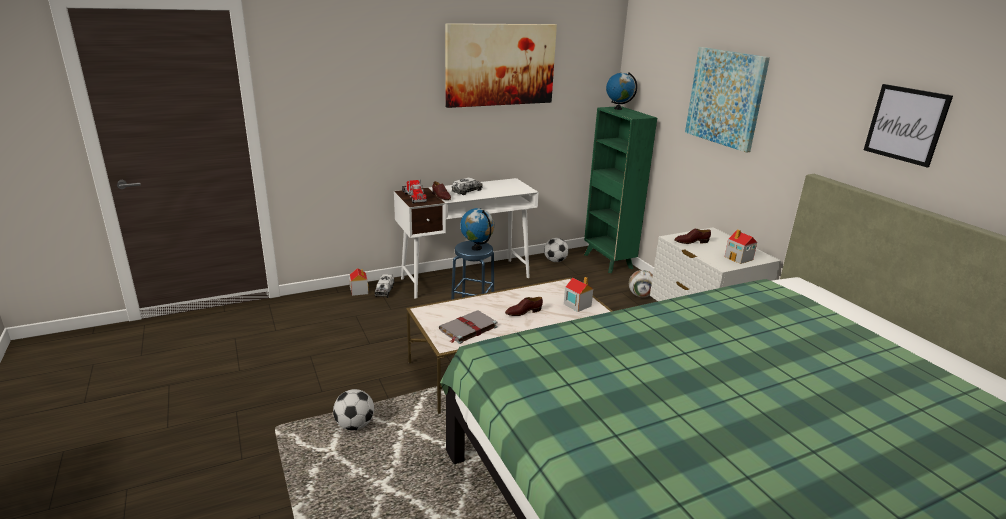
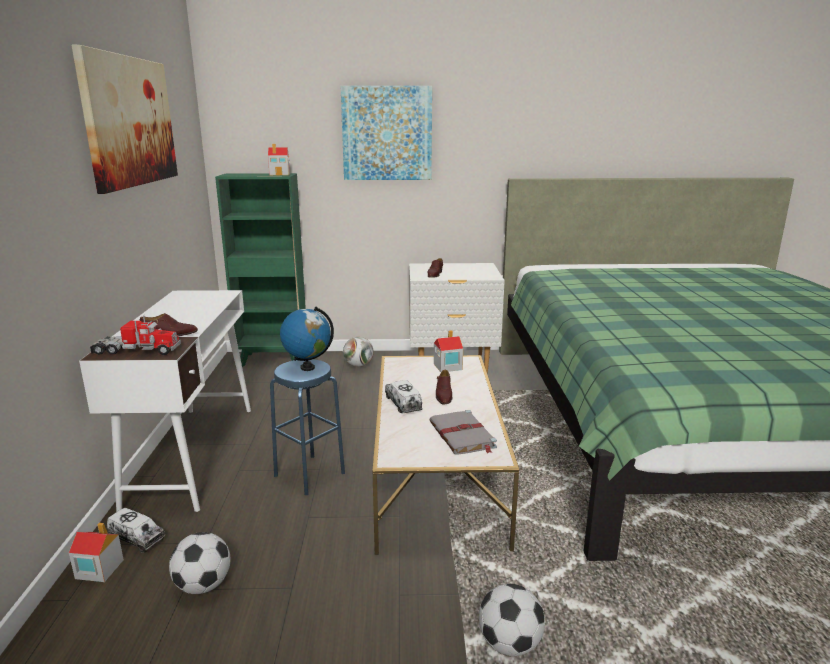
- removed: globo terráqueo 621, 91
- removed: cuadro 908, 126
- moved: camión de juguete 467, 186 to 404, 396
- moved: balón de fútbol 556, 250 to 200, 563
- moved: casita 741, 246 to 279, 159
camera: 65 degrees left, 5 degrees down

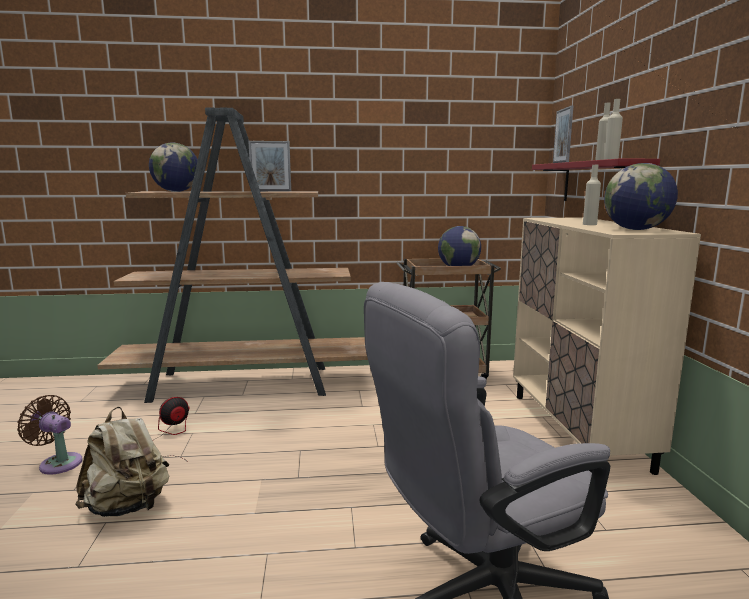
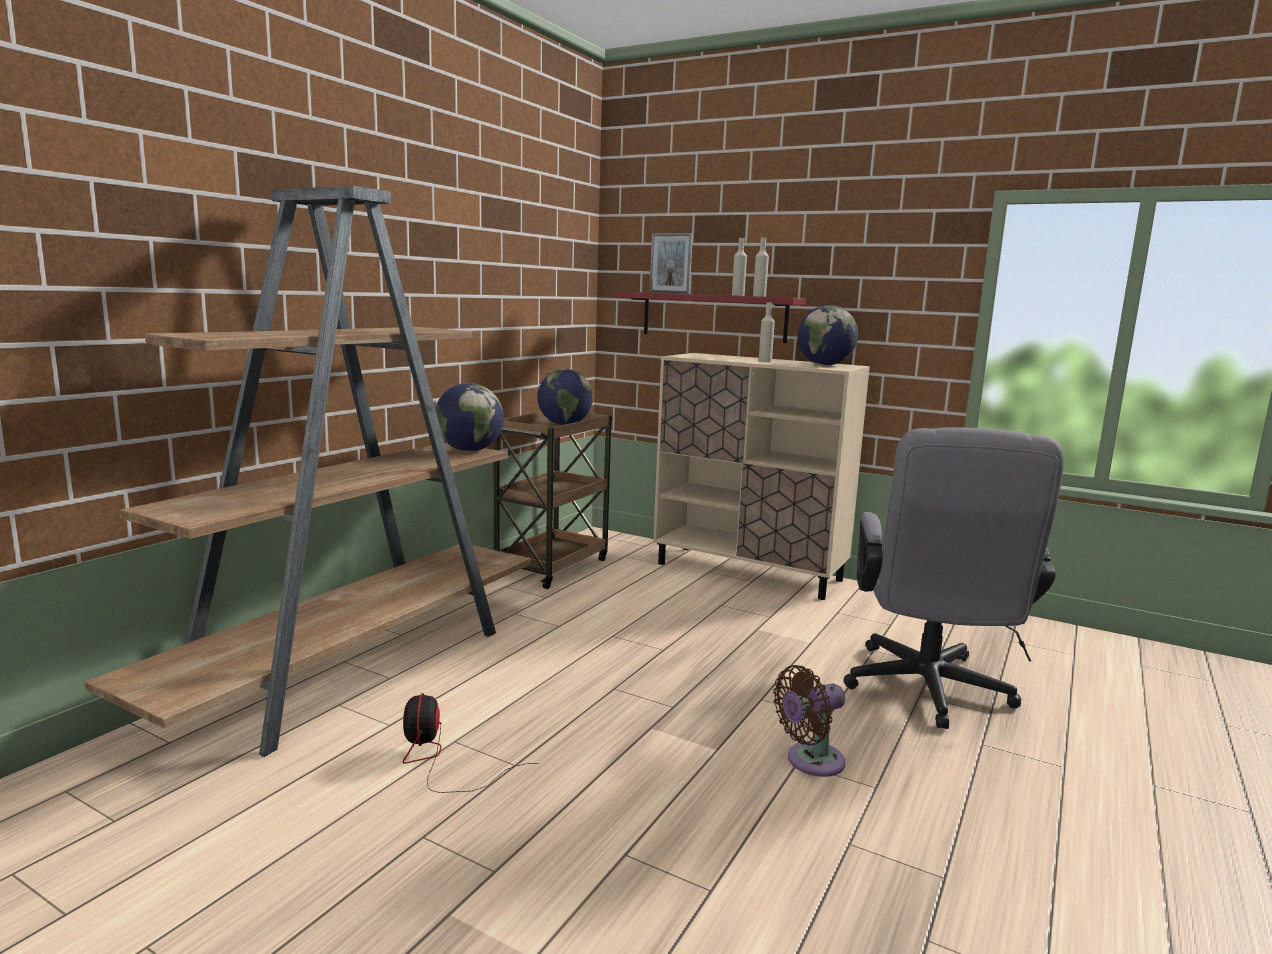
- removed: mochila [beis] 122, 462
- removed: portarretratos 269, 166
- moved: ventilador [marrón] 50, 435 to 809, 721
- moved: globo terráqueo 173, 167 to 469, 417
camera: 55 degrees left, 0 degrees up

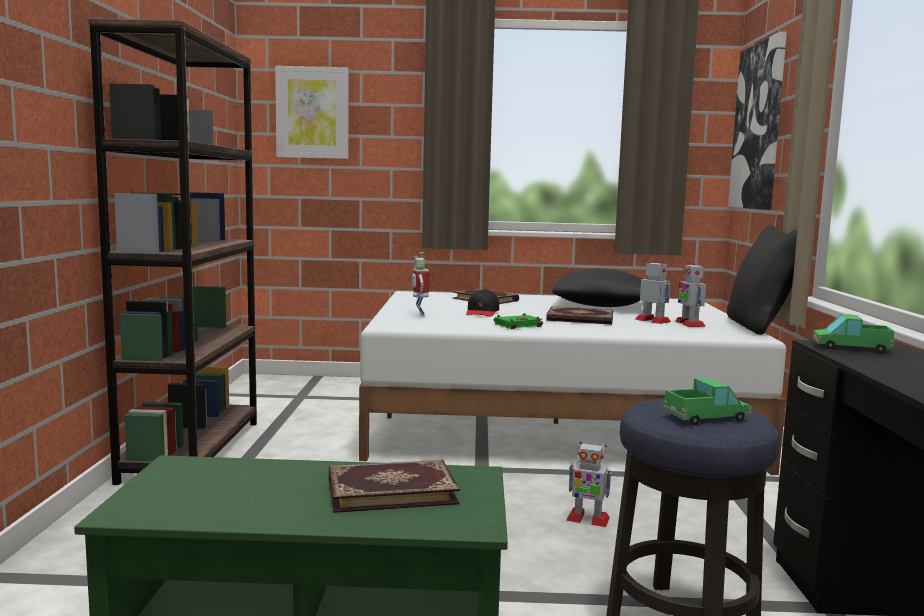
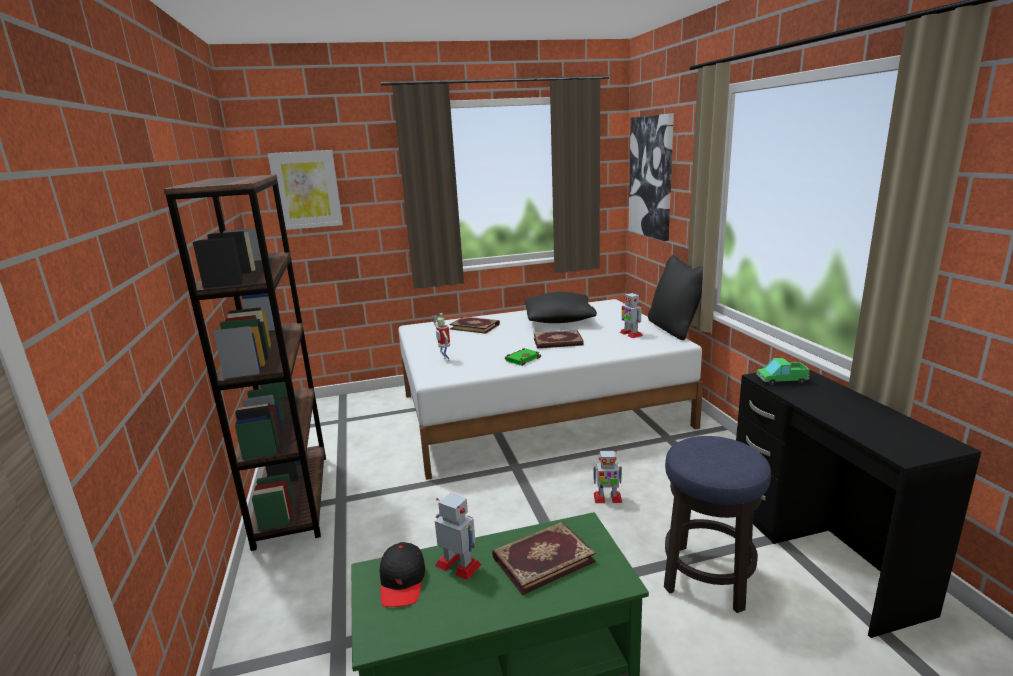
- removed: camión de juguete 707, 402
- moved: gorra [negro] 482, 303 to 402, 574
- moved: robot de juguete 653, 292 to 458, 536
camera: 15 degrees left, 10 degrees up

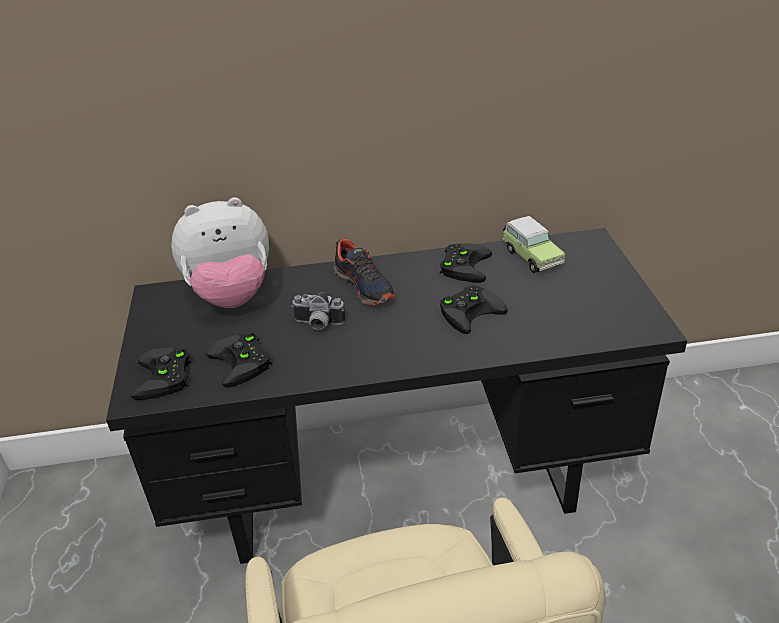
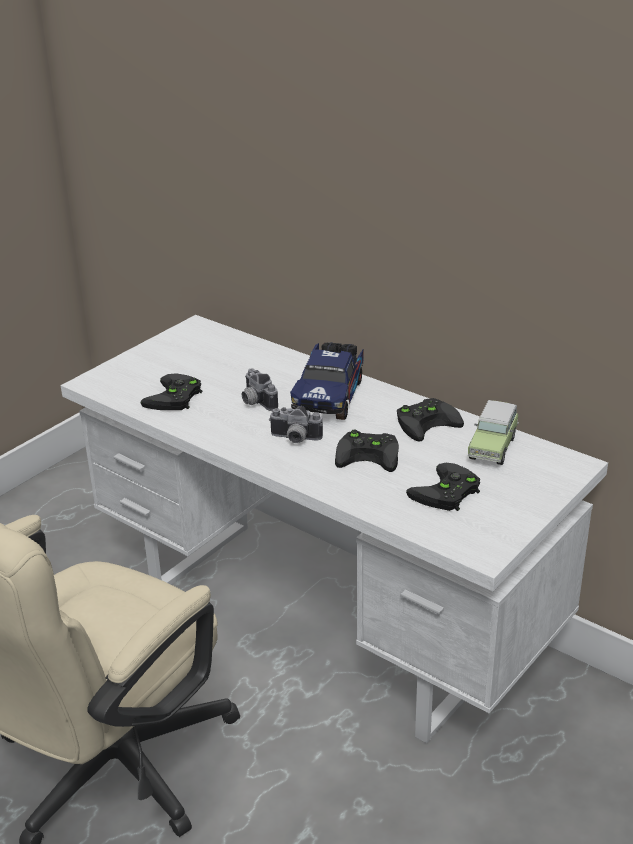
- removed: peluche 220, 252
- added: cámara 296, 424
- moved: mando de consola [negro] 161, 374 to 443, 487
- replaced: zapato 364, 272 to camión de juguete 327, 381
- recoloured: escritorio [negro] 396, 396 to escritorio [blanco] 334, 529
camera: 45 degrees right, 5 degrees down

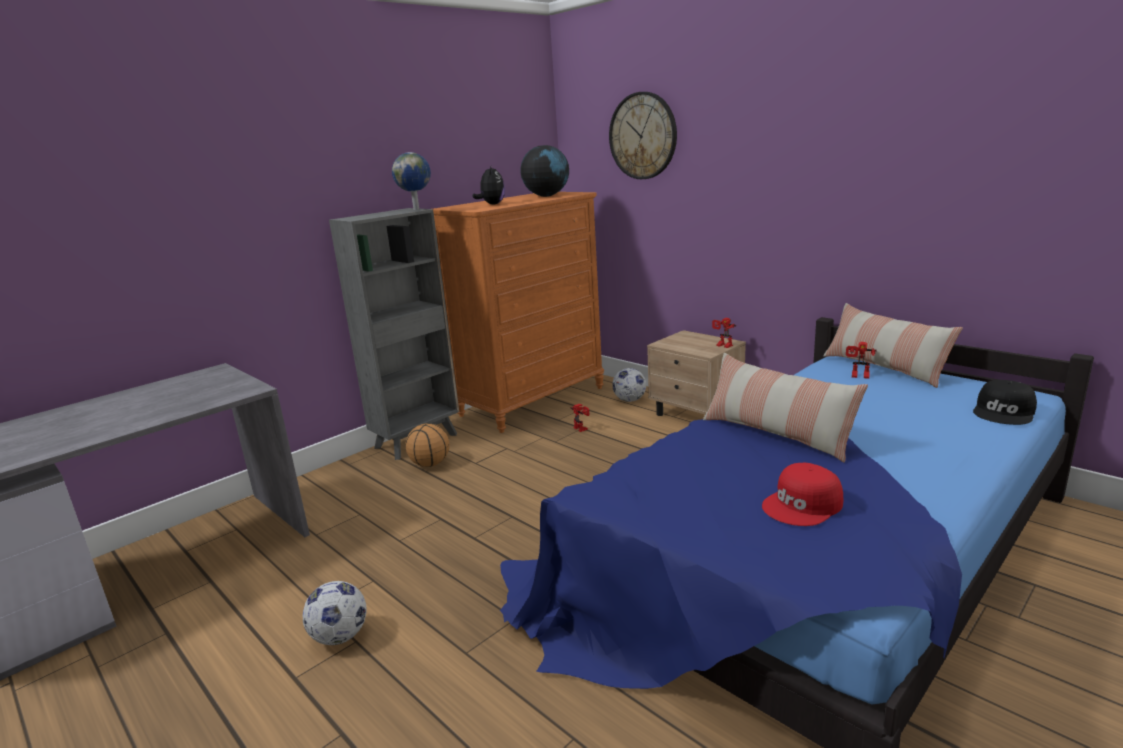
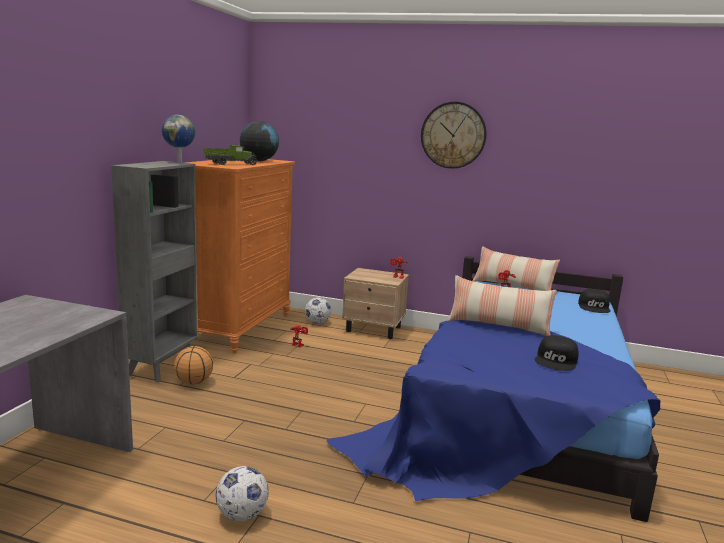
- moved: reloj de pared 643, 135 to 453, 135
- replaced: peluche 489, 185 to camión de juguete 231, 155
- recoloured: gorra [rojo] 802, 494 to gorra [negro] 557, 353
camera: 30 degrees left, 5 degrees down

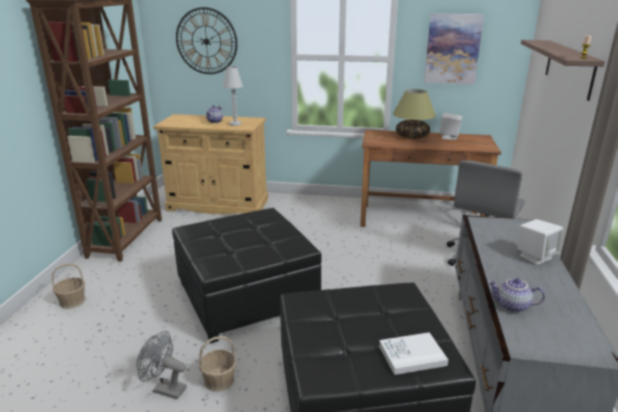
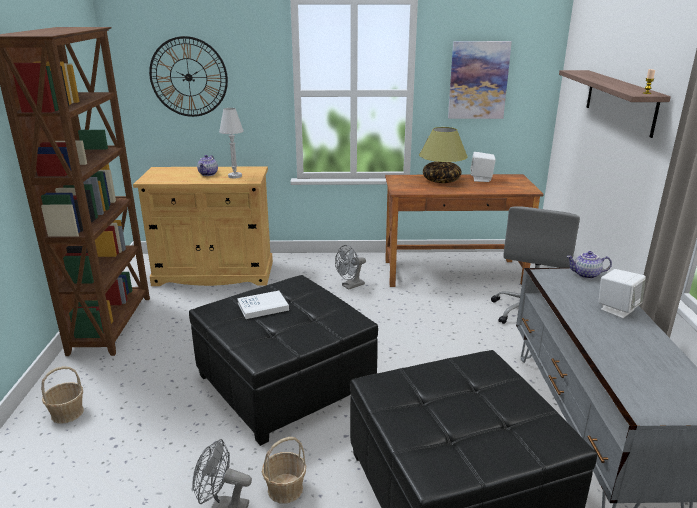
- added: ventilador [gris] 350, 267
- moved: libro [blanco] 413, 353 to 263, 305
- moved: tetera 516, 295 to 589, 265
camera: 10 degrees left, 0 degrees up

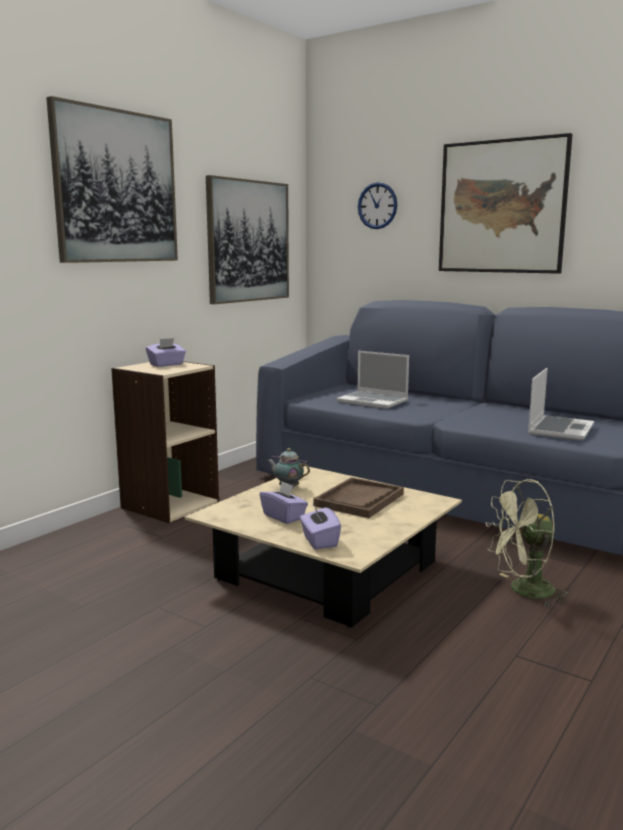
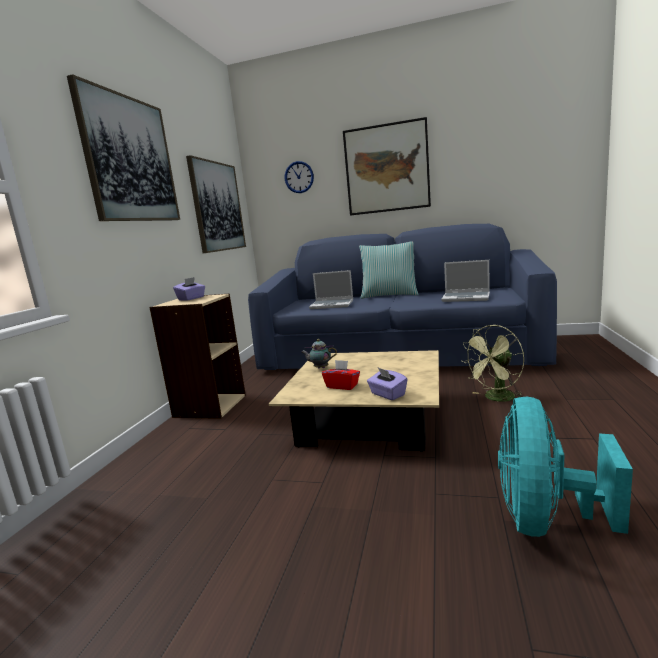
- removed: bandeja [marrón] 358, 497
- added: cojín 389, 270
- added: ventilador [turquesa] 565, 467
- recoloured: caja de pañuelos [morado] 284, 502 to caja de pañuelos [rojo] 341, 375
- turned: portátil 561, 404 = 465, 281 105 degrees clockwise
camera: 20 degrees left, 0 degrees up

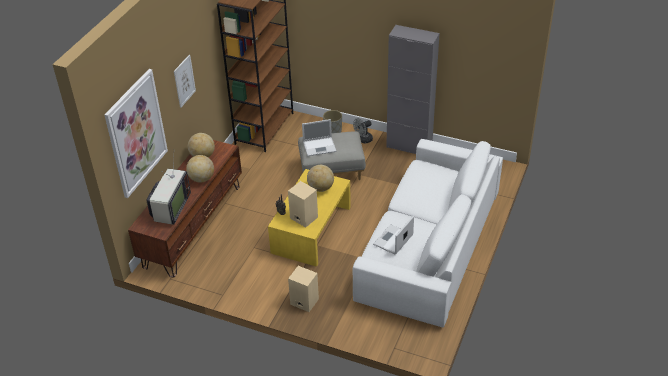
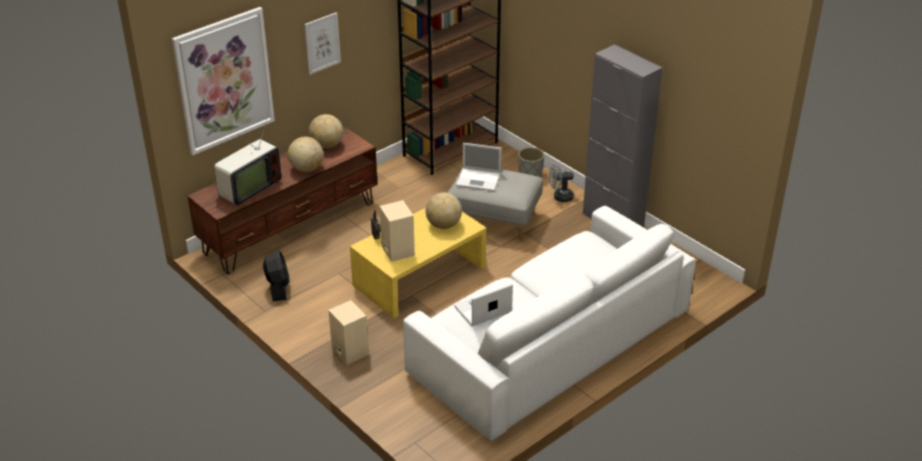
- added: ventilador [negro] 276, 276
camera: 25 degrees right, 5 degrees down

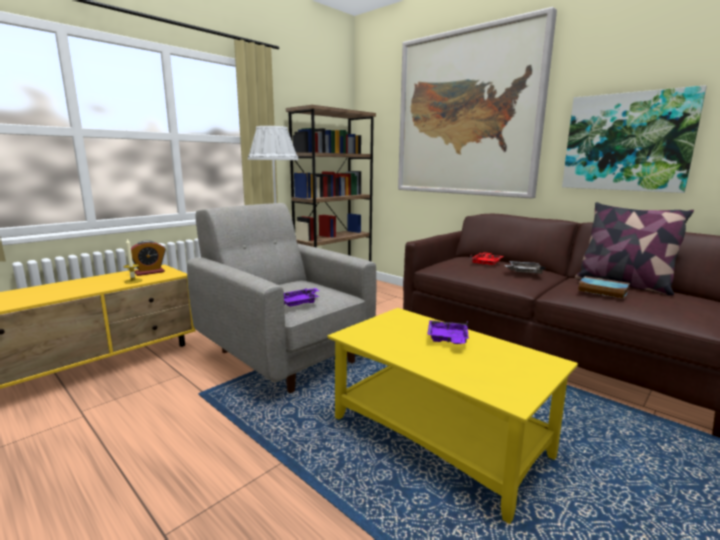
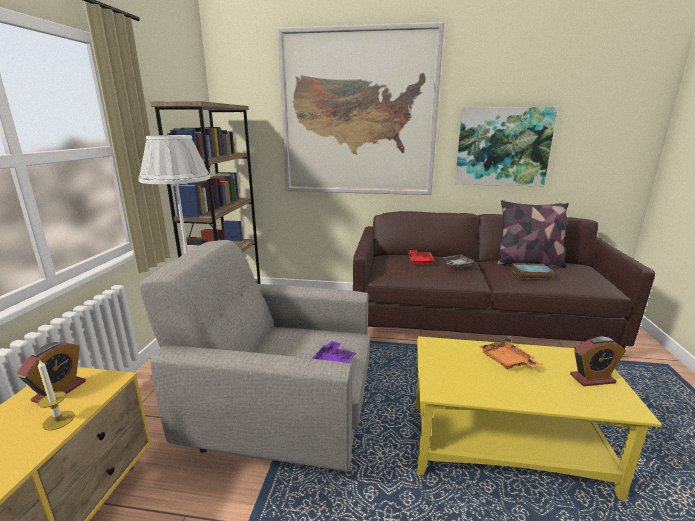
- added: despertador 598, 361
- recoloured: bandeja [morado] 448, 332 to bandeja [naranja] 510, 353
camera: 35 degrees left, 5 degrees up

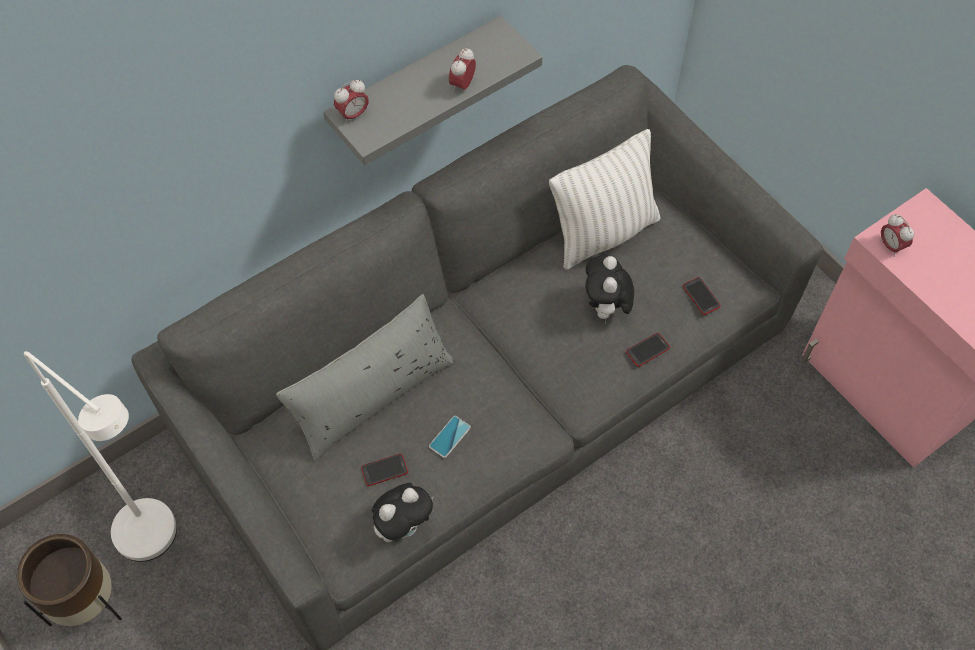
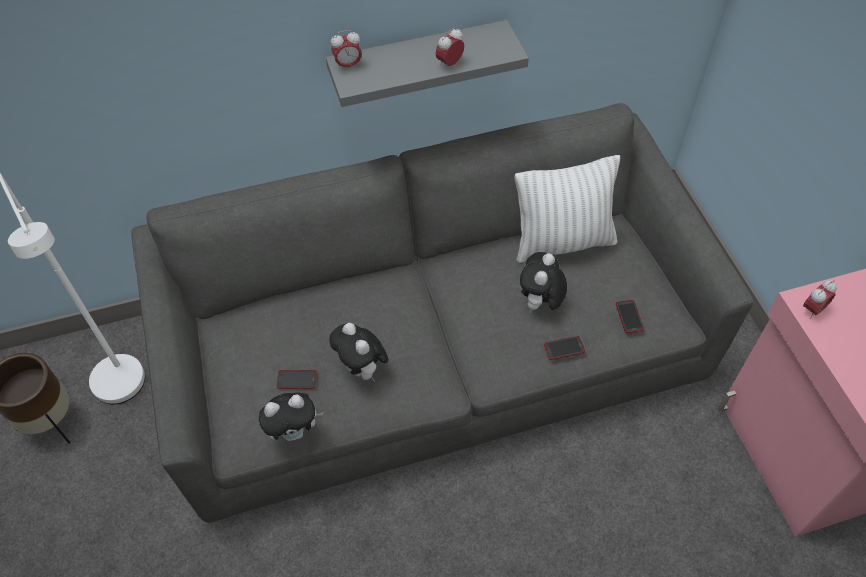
- removed: cojín [gris] 365, 377
- replaced: móvil 450, 437 to peluche 358, 352
- turned: despertador 897, 235 = 820, 299 120 degrees counterclockwise
camera: 20 degrees right, 5 degrees down

